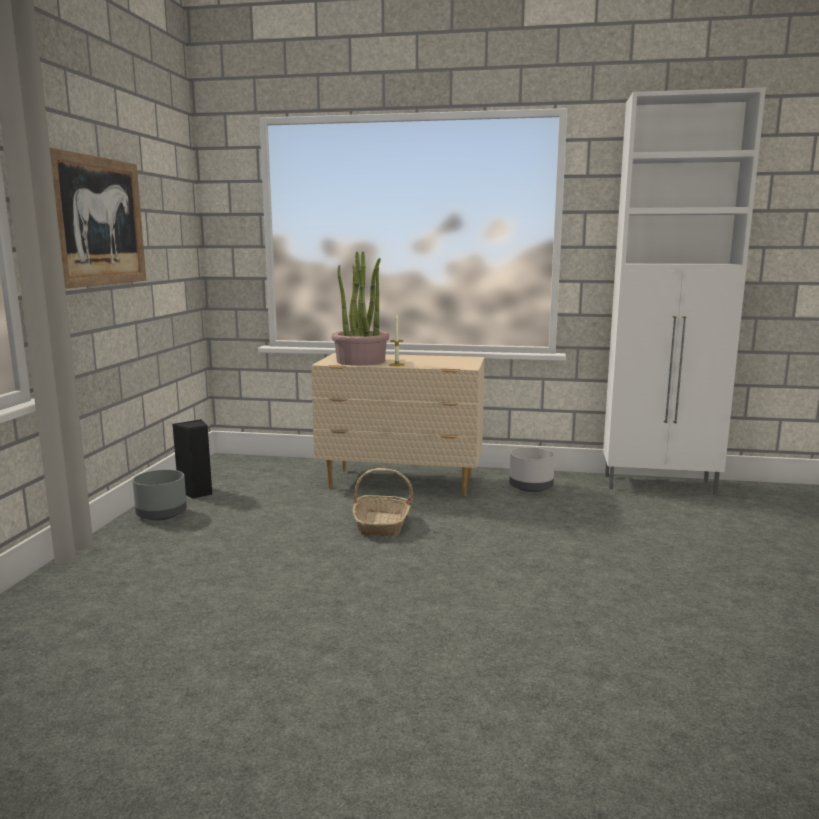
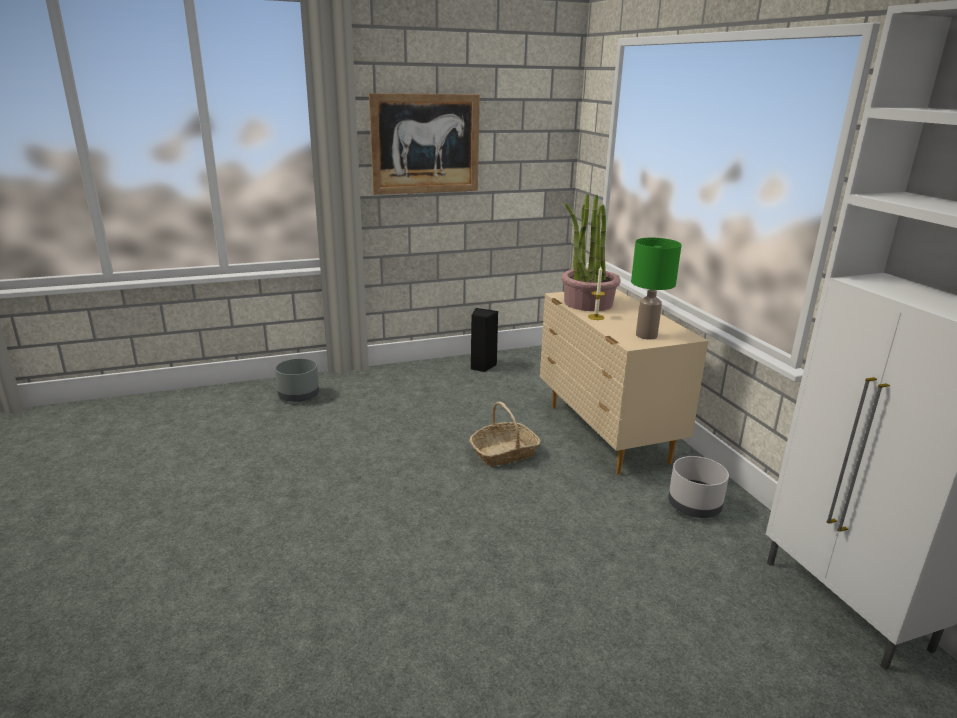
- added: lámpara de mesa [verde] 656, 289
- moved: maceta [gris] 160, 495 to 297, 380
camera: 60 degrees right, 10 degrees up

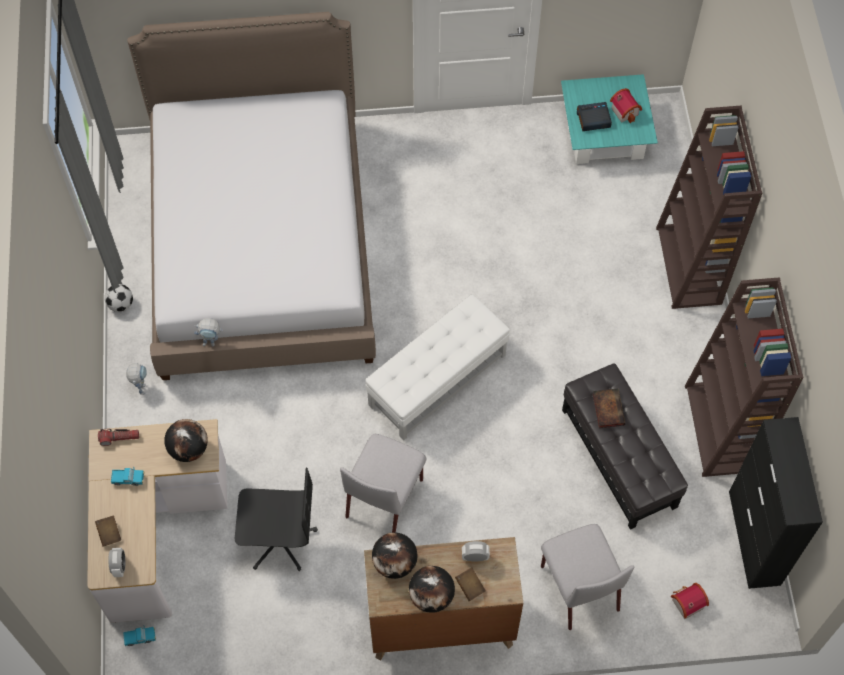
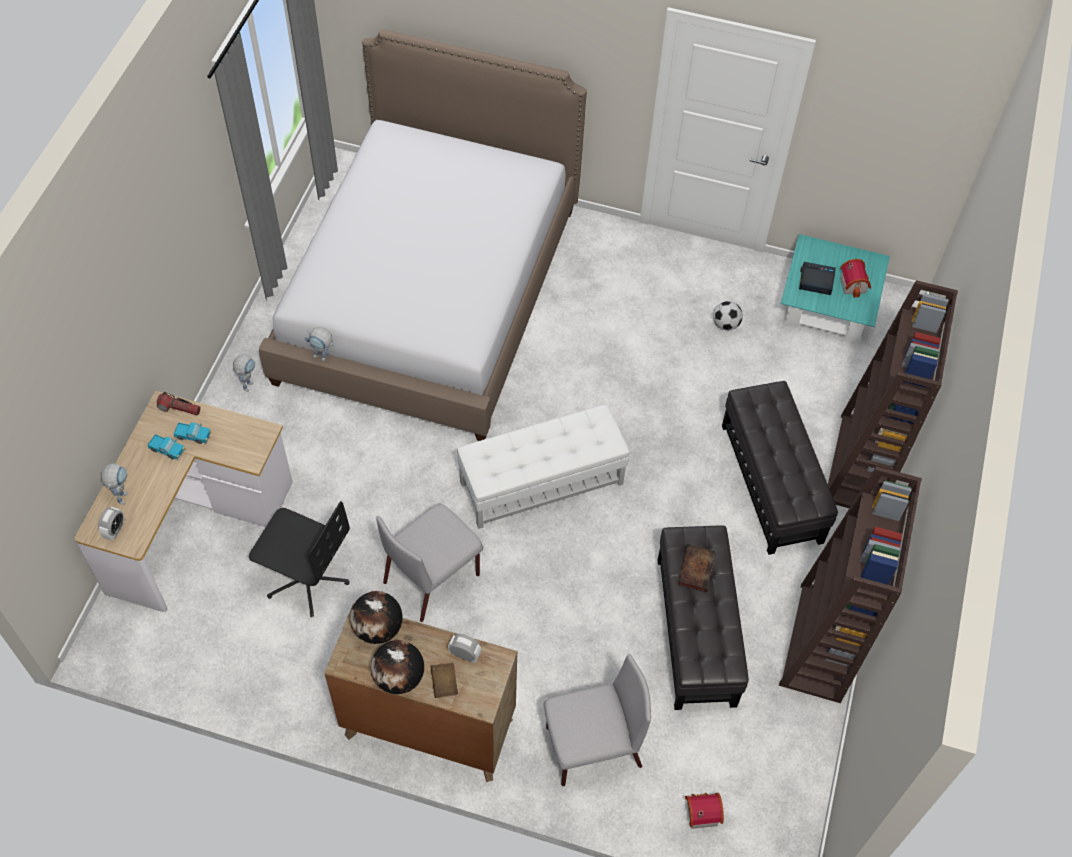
- removed: globo terráqueo 186, 440
- removed: armario [negro] 776, 503
- added: puf [negro] 780, 468
- moved: balón de fútbol 118, 298 to 728, 316
- moved: camión de juguete 139, 635 to 192, 433
- replaced: libro [marrón] 108, 530 to robot de juguete 114, 484
- turned: silla [gris] 587, 577 = 597, 720 105 degrees counterclockwise
camera: 20 degrees right, 5 degrees down

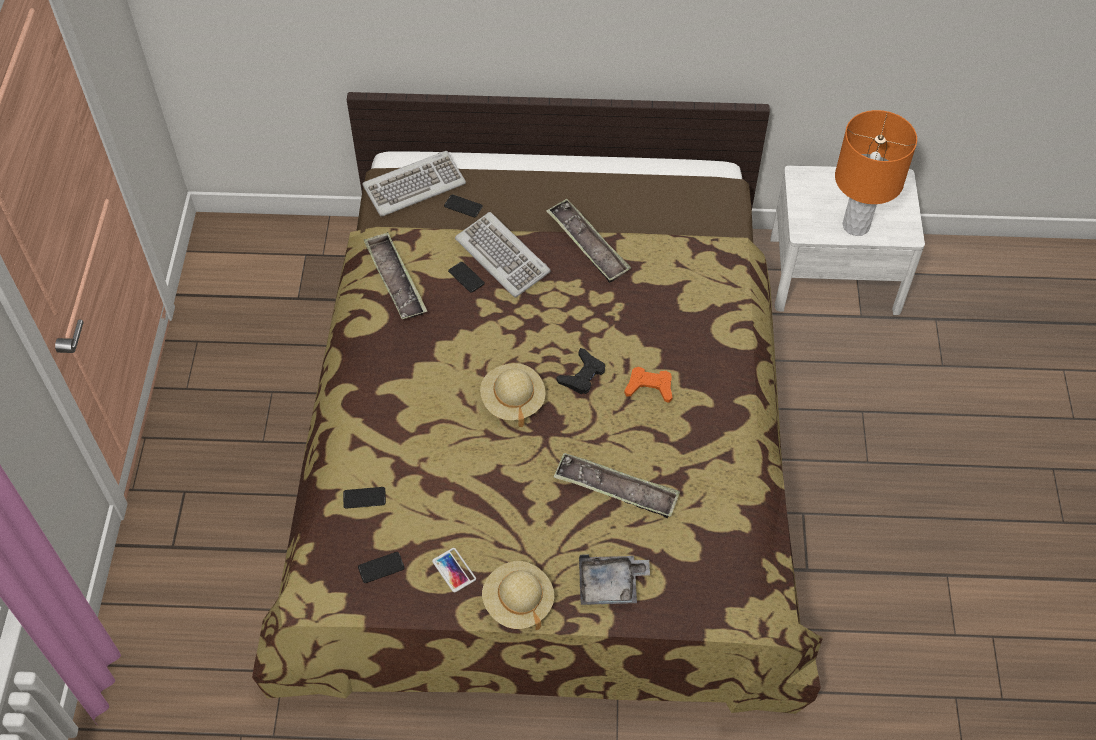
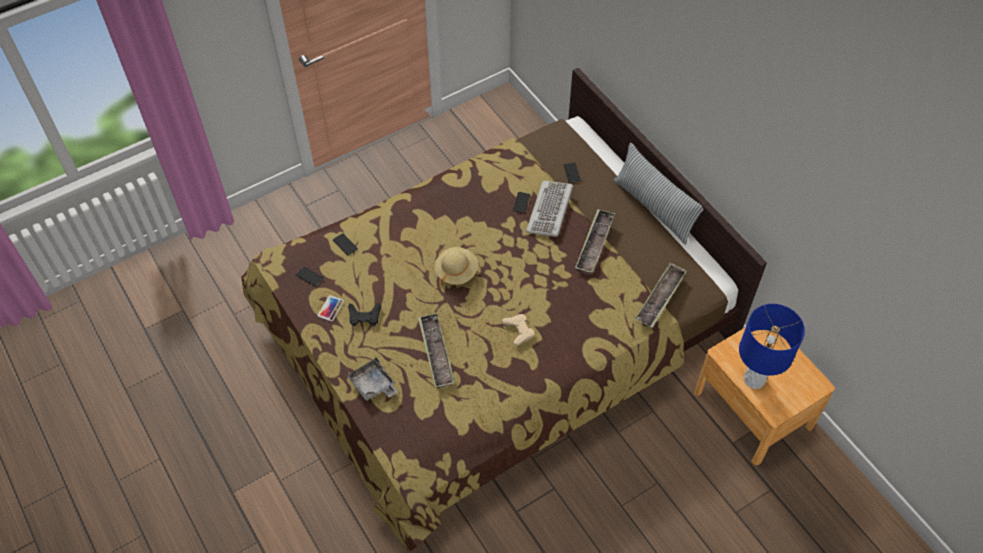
- removed: teclado 414, 184
- removed: sombrero [beis] 518, 595
- added: cojín 658, 194
- moved: bandeja 395, 275 to 661, 295
- moved: mando de consola [negro] 580, 371 to 364, 314
- recoloured: mando de consola [naranja] 648, 385 to mando de consola [beis] 518, 330
- recoloured: mesita de noche [blanco] 847, 240 to mesita de noche [marrón] 764, 396
- recoloured: lámpara de mesa [naranja] 876, 173 to lámpara de mesa [azul] 772, 346
camera: 55 degrees right, 0 degrees up

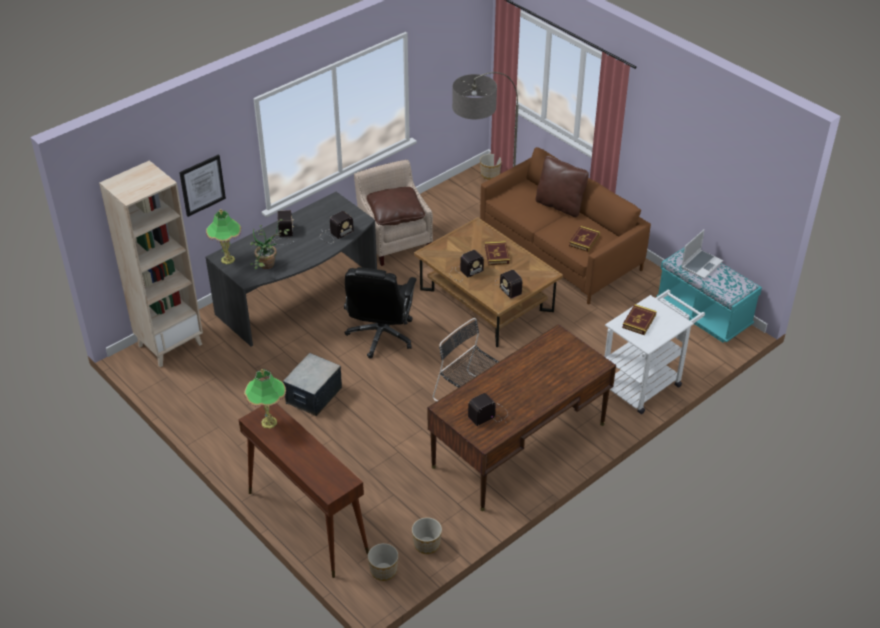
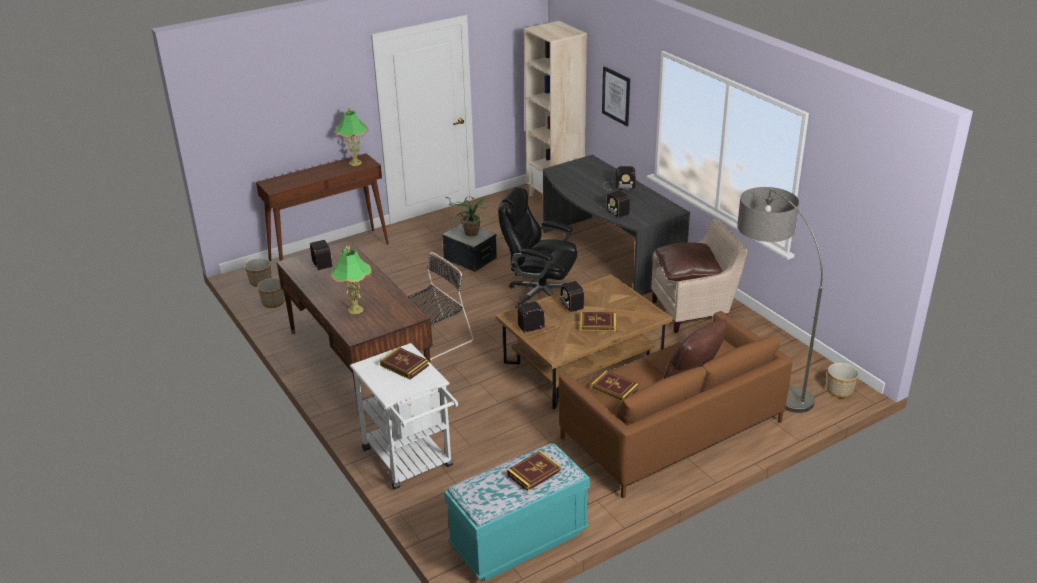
- moved: lámpara de mesa 223, 236 to 351, 280
- moved: planta en maceta 270, 244 to 466, 216
- replaced: portátil 702, 254 to libro 534, 470
camera: 100 degrees right, 10 degrees down

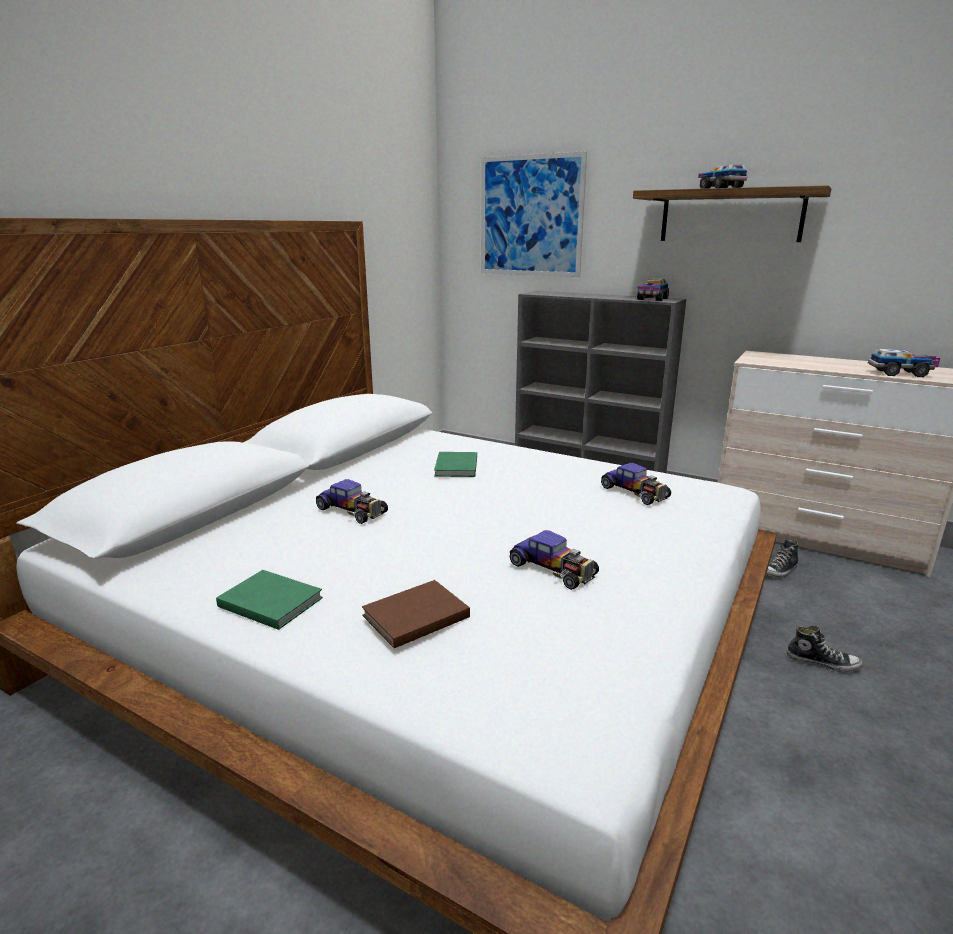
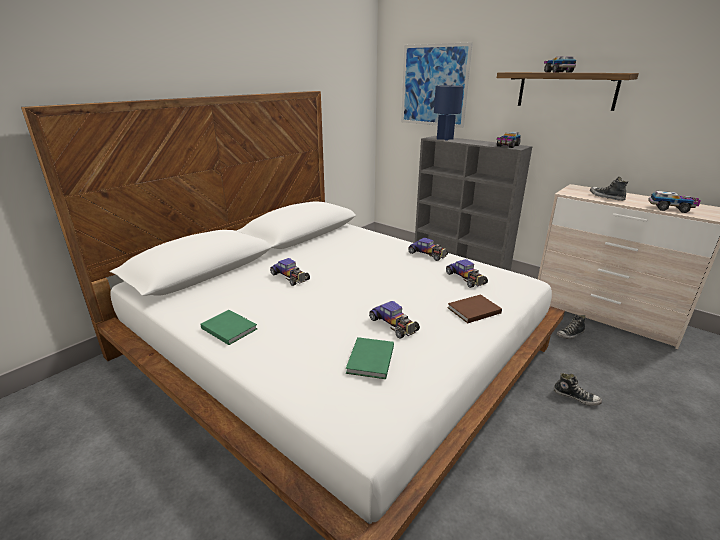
- added: coche de juguete 428, 249
- added: lámpara de mesa [azul] 449, 113
- added: zapato 609, 189
- moved: libro [marrón] 416, 614 to 474, 308
- moved: libro [verde] 455, 464 to 370, 358
camera: 10 degrees right, 5 degrees up

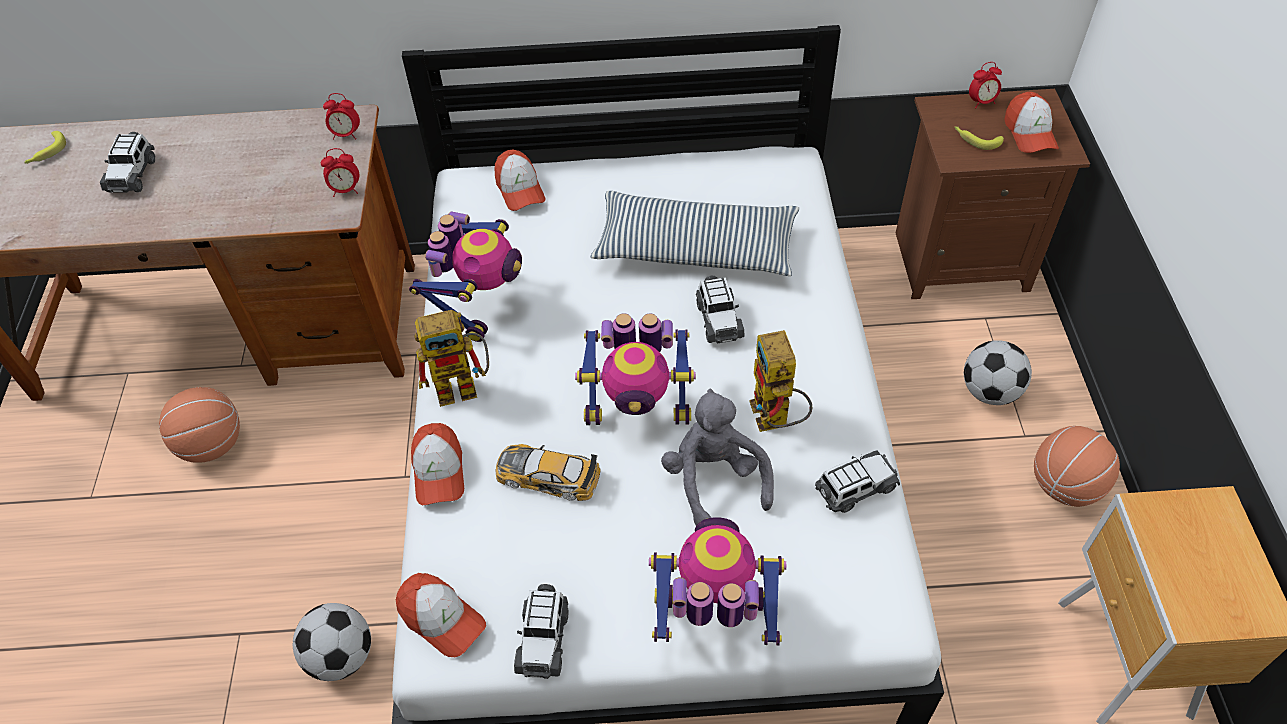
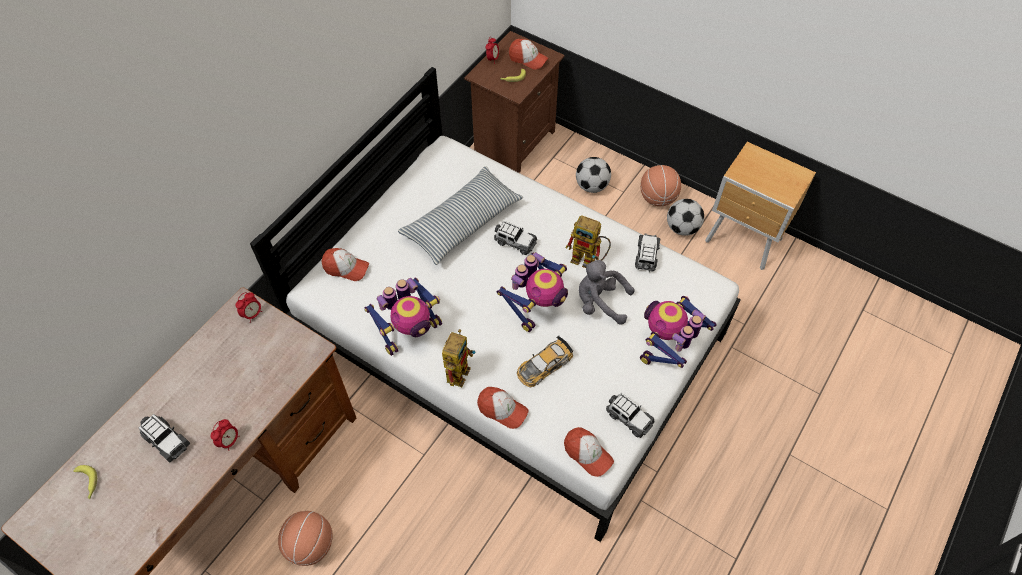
- moved: balón de fútbol 332, 642 to 685, 217
- moved: despertador 340, 172 to 225, 435
- turned: gorra 441, 615 = 589, 452 60 degrees clockwise
- turned: robot de juguete 465, 276 = 403, 316 90 degrees clockwise
camera: 55 degrees left, 5 degrees up

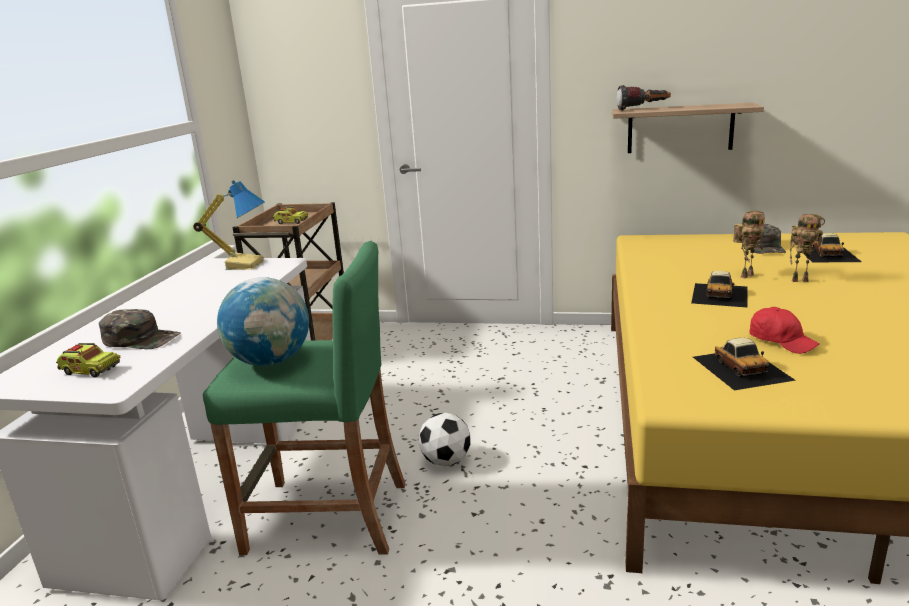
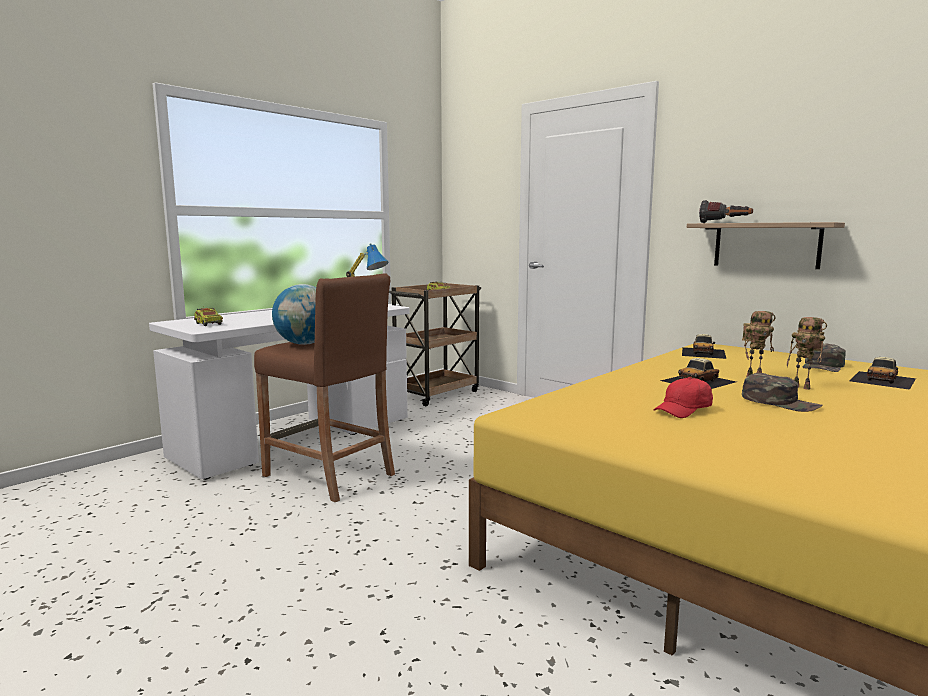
- removed: balón de fútbol 445, 439
- moved: gorra [verde] 140, 329 to 782, 392
- moved: coche de juguete 744, 364 to 704, 346
- recoloured: taburete [verde] 304, 398 to taburete [marrón] 324, 387
- turned: gorra [rojo] 784, 330 = 683, 397 60 degrees clockwise
camera: 30 degrees right, 10 degrees down

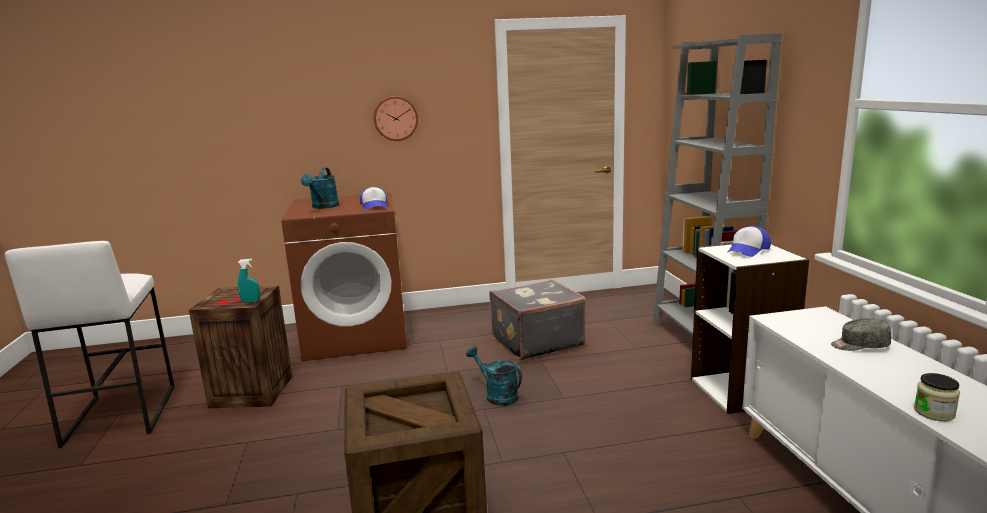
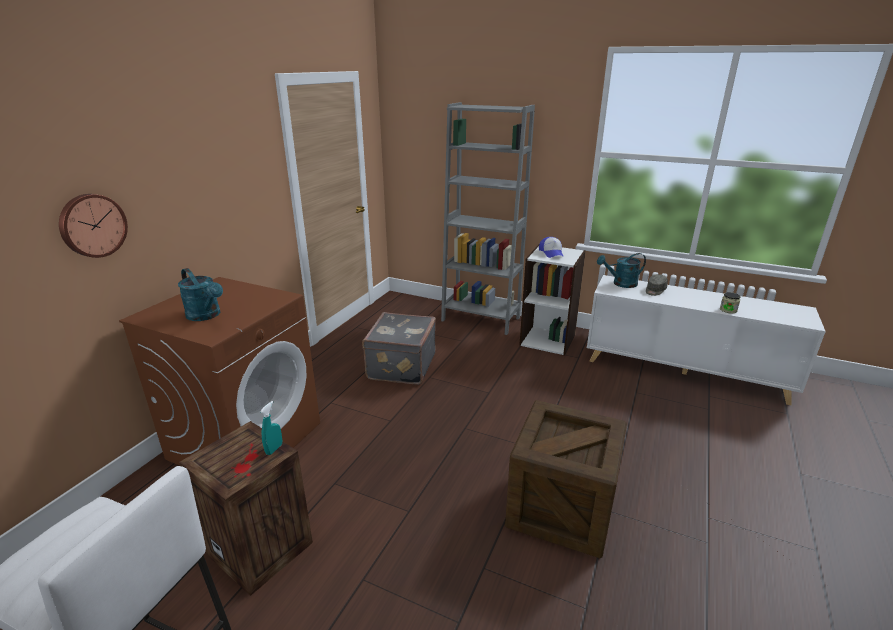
- removed: gorra 374, 198
- moved: reloj de pared 396, 118 to 93, 226
- moved: regadera [turquesa] 494, 376 to 621, 270
camera: 55 degrees left, 10 degrees up

